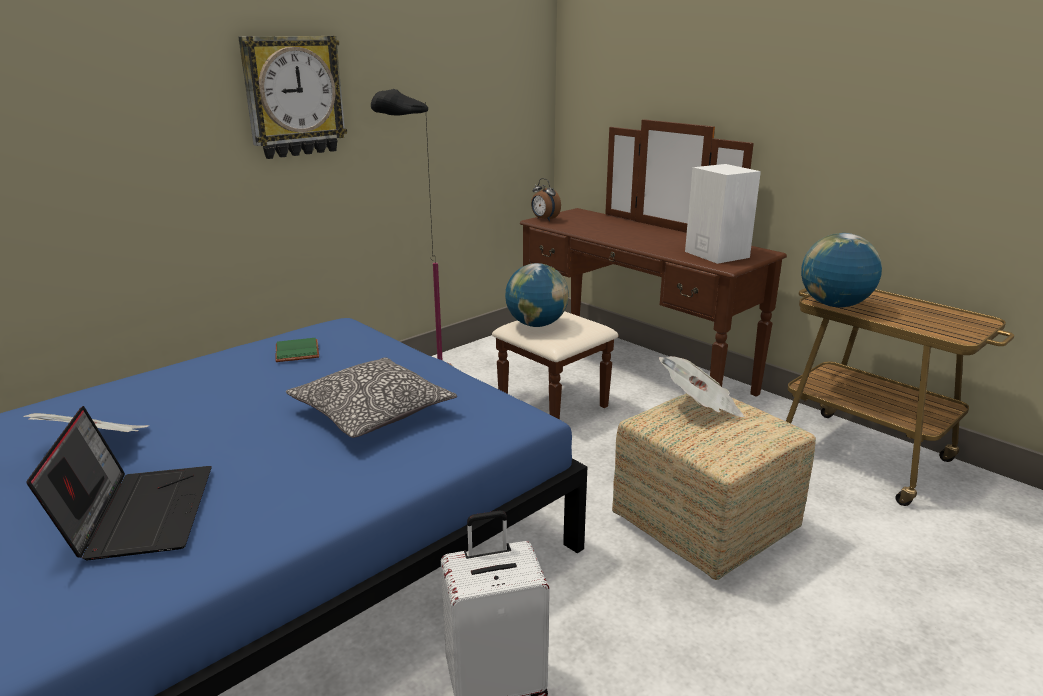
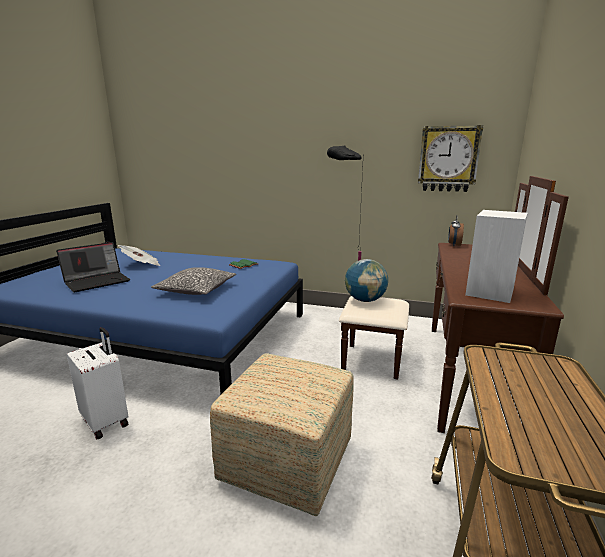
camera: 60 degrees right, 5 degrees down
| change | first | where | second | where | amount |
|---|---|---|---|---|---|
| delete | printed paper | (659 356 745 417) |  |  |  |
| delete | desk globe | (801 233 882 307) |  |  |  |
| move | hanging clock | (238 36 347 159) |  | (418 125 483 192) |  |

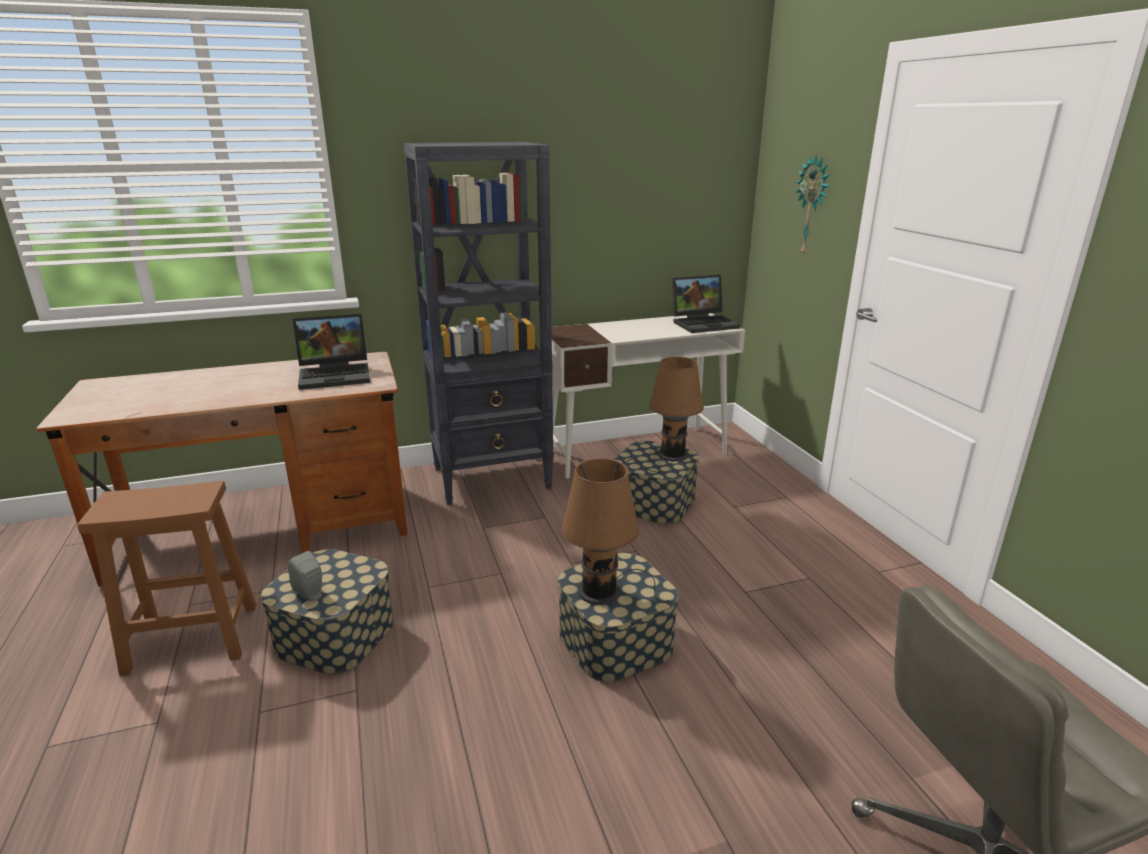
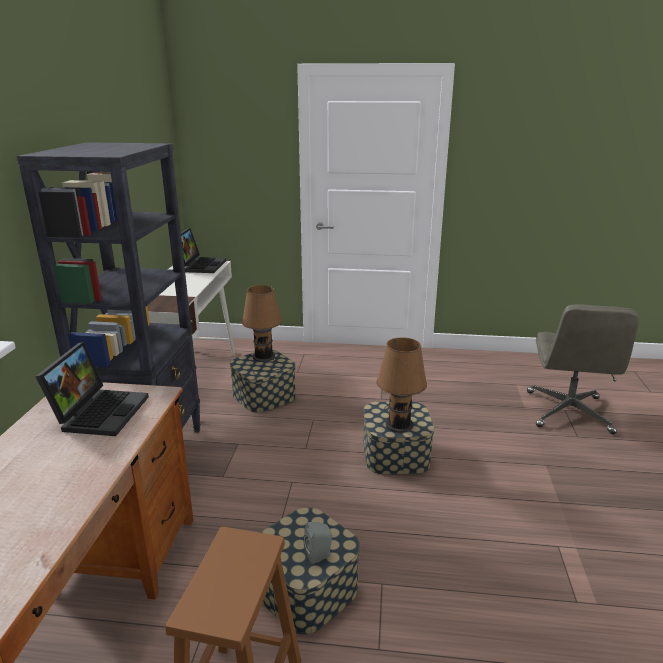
camera: 65 degrees left, 0 degrees up
| change | first | where | second | where | amount |
|---|---|---|---|---|---|
| delete | hanging clock | (796 154 830 257) |  |  |  |

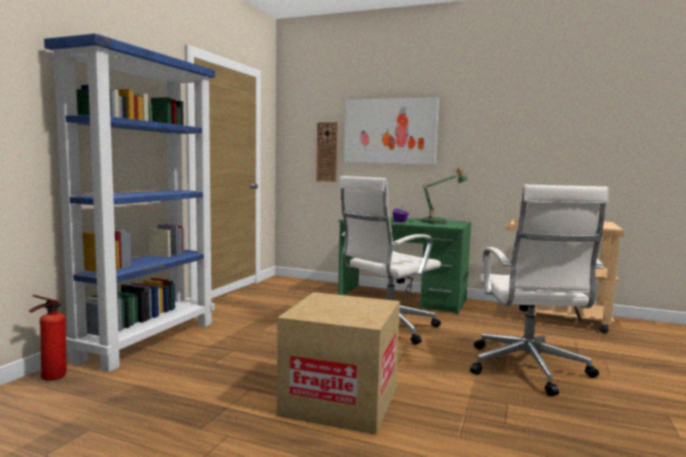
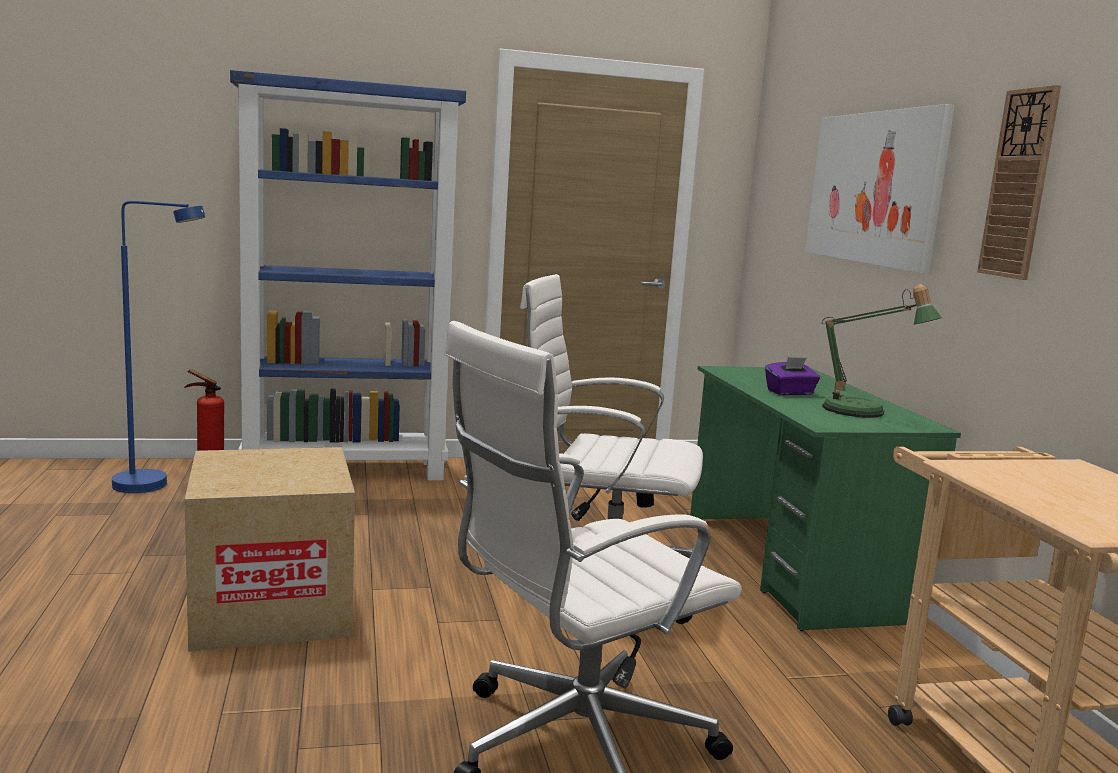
camera: 55 degrees right, 5 degrees up
| change | first | where | second | where | amount |
|---|---|---|---|---|---|
| insert |  |  | standard lamp (blue-coloured) | (112 201 205 493) |  |
| move | hanging clock | (316 122 338 182) |  | (977 85 1061 280) |  |

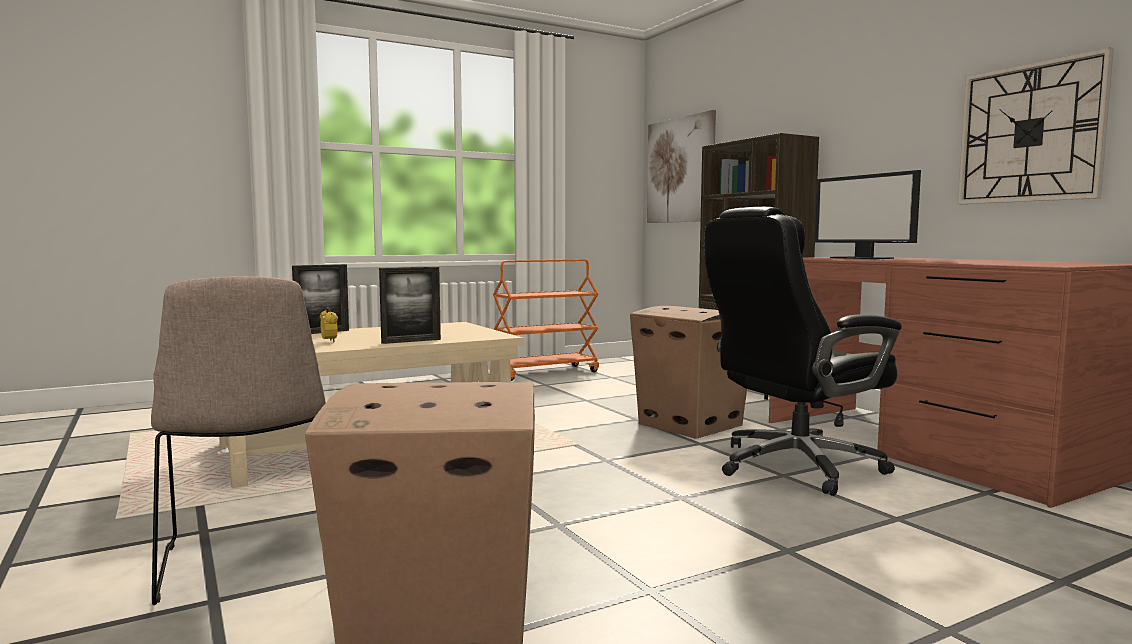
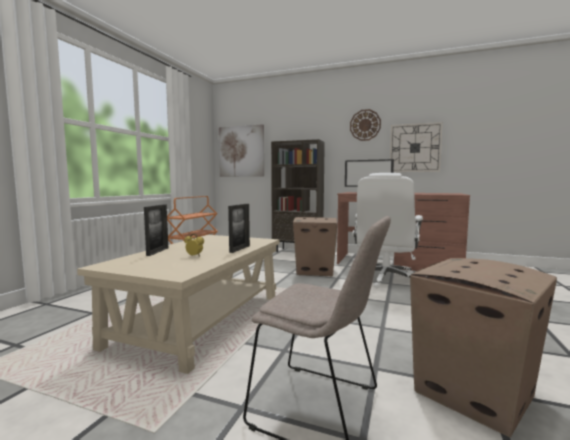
camera: 40 degrees left, 0 degrees up
| change | first | where | second | where | amount |
|---|---|---|---|---|---|
| insert |  |  | hanging clock | (350 109 381 141) |  |
| recolor | desk chair (black) | (704 207 902 496) | desk chair (whitish) | (353 173 423 289) |  |

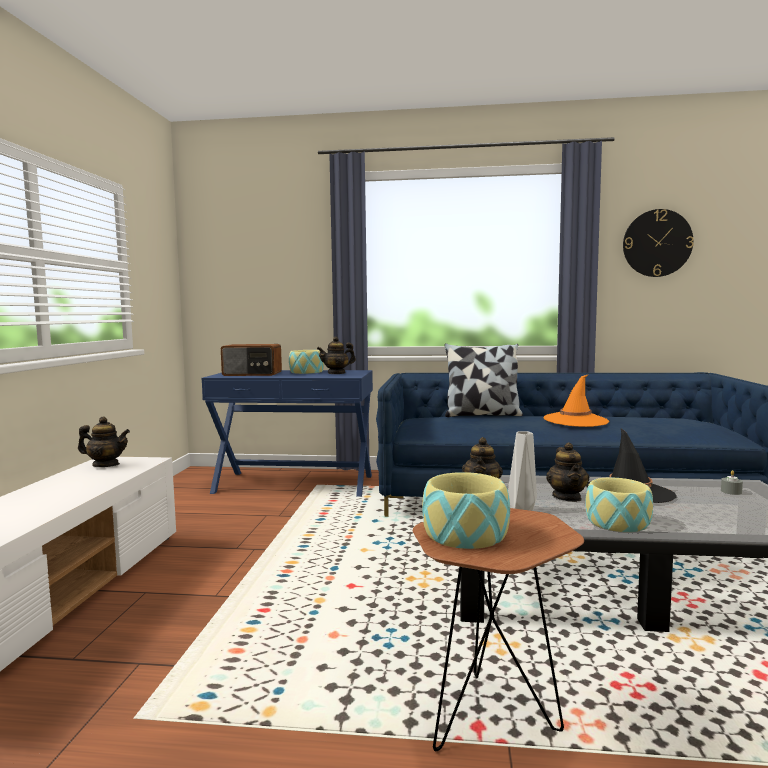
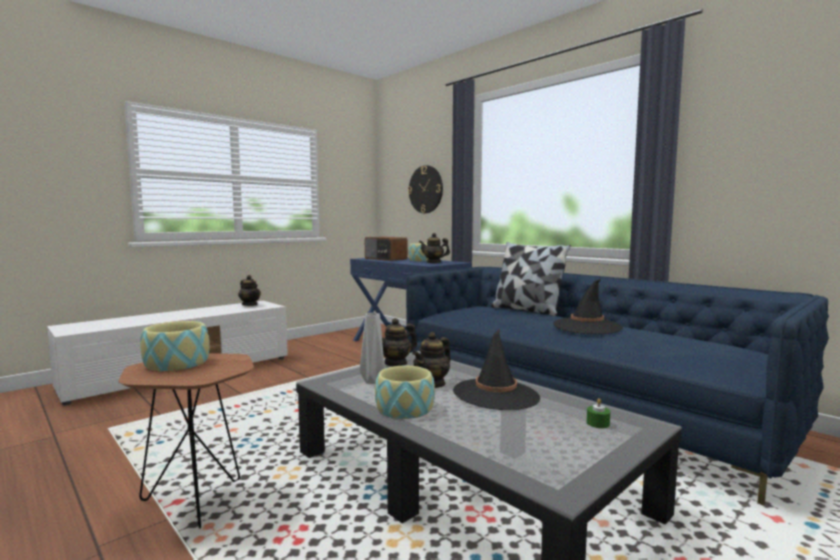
camera: 40 degrees right, 0 degrees up
| change | first | where | second | where | amount |
|---|---|---|---|---|---|
| move | hanging clock | (623 209 694 277) |  | (408 165 443 213) |  |
| recolor | clothing hat (orange-coloured) | (544 374 609 427) | clothing hat (black) | (553 279 623 334) |  |
| recolor | wax candle (greyish) | (721 470 743 495) | wax candle (greenish) | (586 398 610 428) |  |

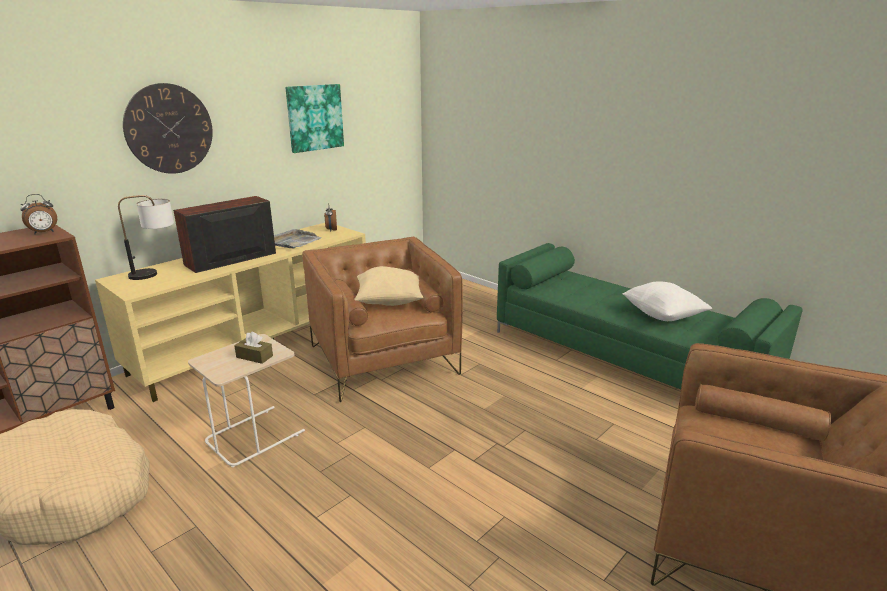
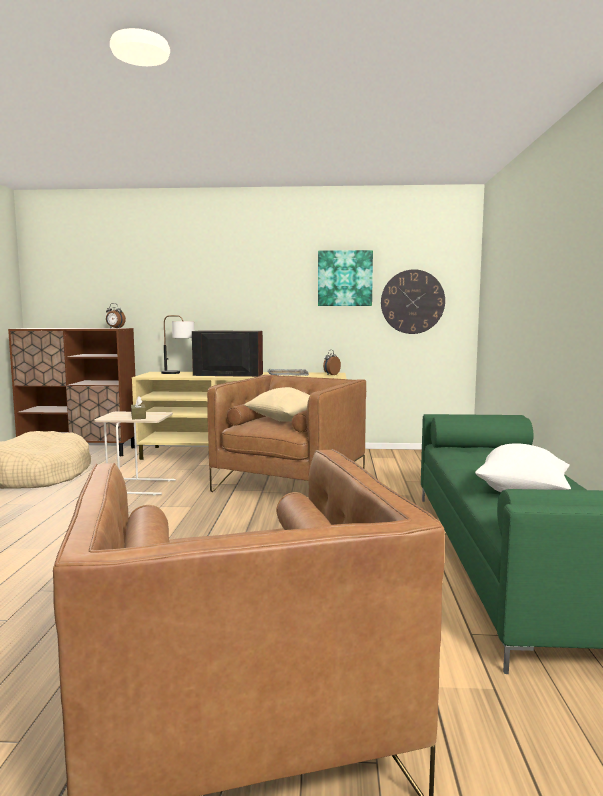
camera: 50 degrees right, 15 degrees down
| change | first | where | second | where | amount |
|---|---|---|---|---|---|
| move | hanging clock | (123 83 213 174) |  | (381 269 445 334) |  |

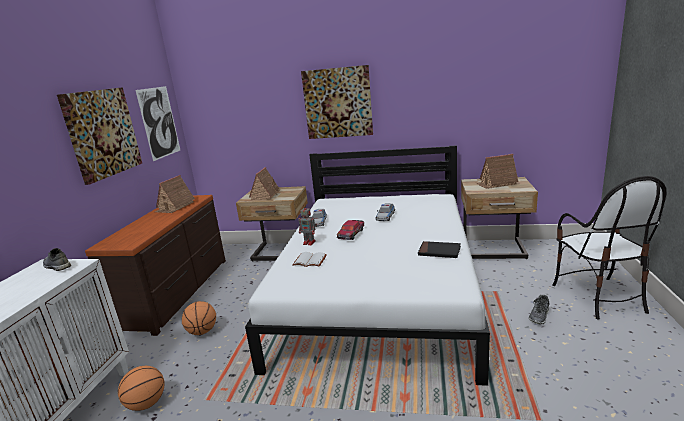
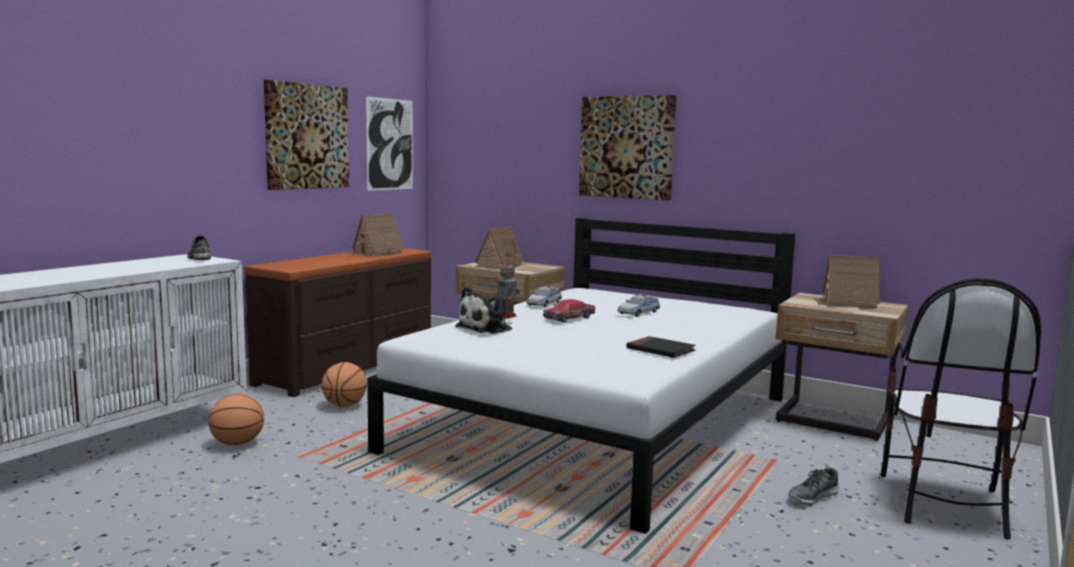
camera: 20 degrees right, 10 degrees down
| change | first | where | second | where | amount |
|---|---|---|---|---|---|
| replace | book (whitish) | (292 252 327 267) | plush toy | (455 286 512 334) |  |

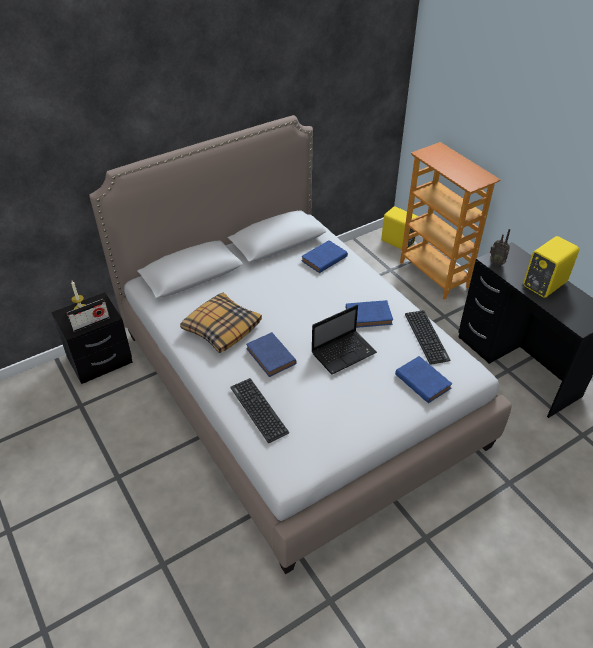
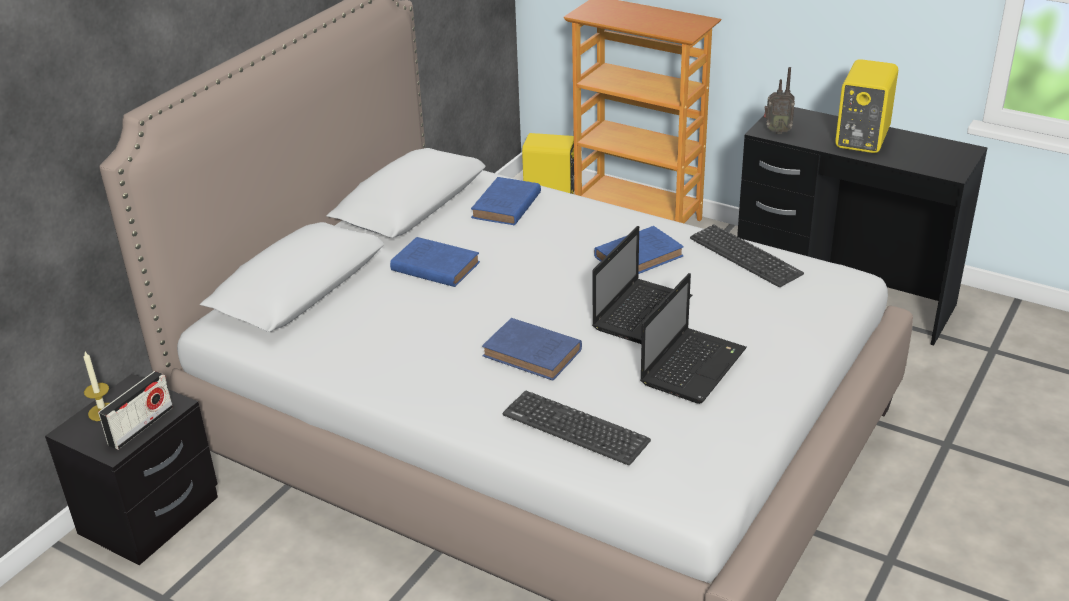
camera: 25 degrees left, 10 degrees down
| change | first | where | second | where | amount |
|---|---|---|---|---|---|
| delete | throw pillow | (180 293 262 353) |  |  |  |
| insert |  |  | portable computer | (640 273 747 404) |  |
| move | book (blue-coloured) | (395 356 452 403) |  | (390 237 480 287) |  |

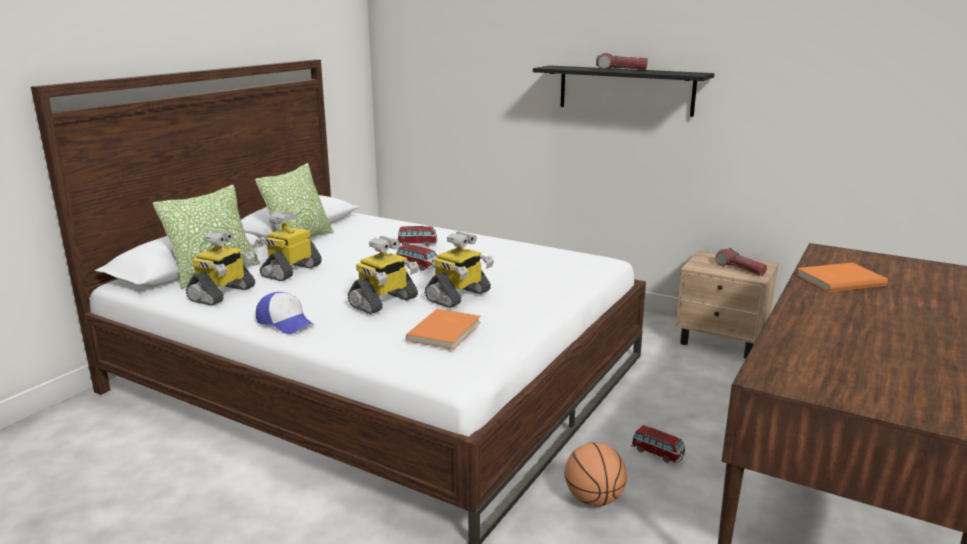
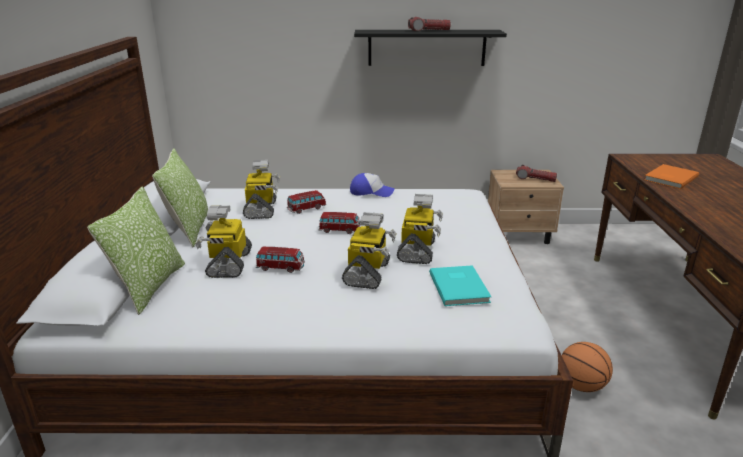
camera: 30 degrees left, 5 degrees up
| change | first | where | second | where | amount |
|---|---|---|---|---|---|
| move | robot figure | (186 230 255 306) |  | (243 160 280 219) |  |
| move | cap | (256 292 313 334) |  | (350 173 395 197) |  |
| move | model car | (631 425 686 463) |  | (255 246 305 273) |  |
| recolor | book (orange-coloured) | (406 309 481 350) | book (blue-green) | (429 265 491 306) |  |

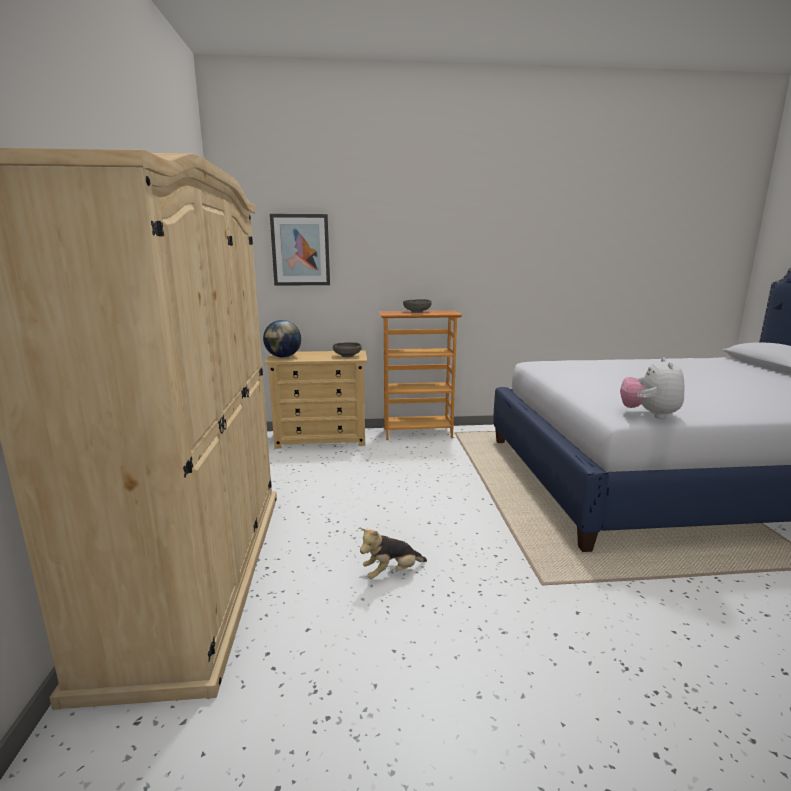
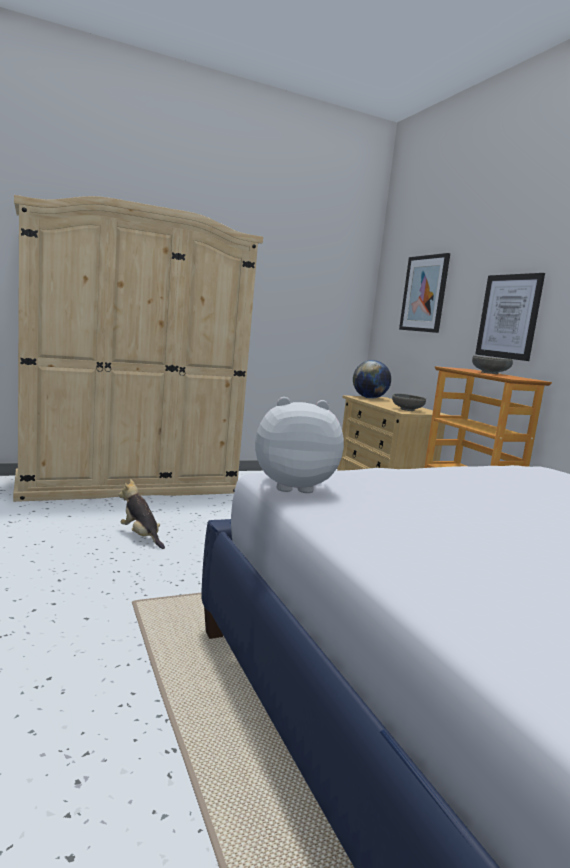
camera: 70 degrees right, 5 degrees down
| change | first | where | second | where | amount |
|---|---|---|---|---|---|
| insert |  |  | picture | (475 273 545 361) |  |

